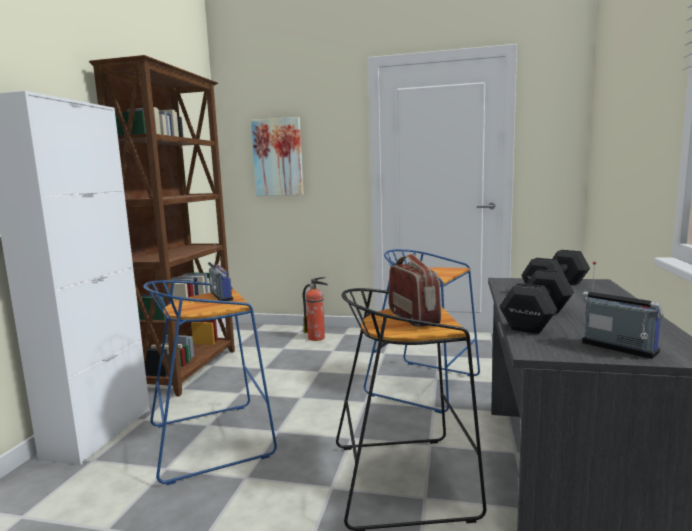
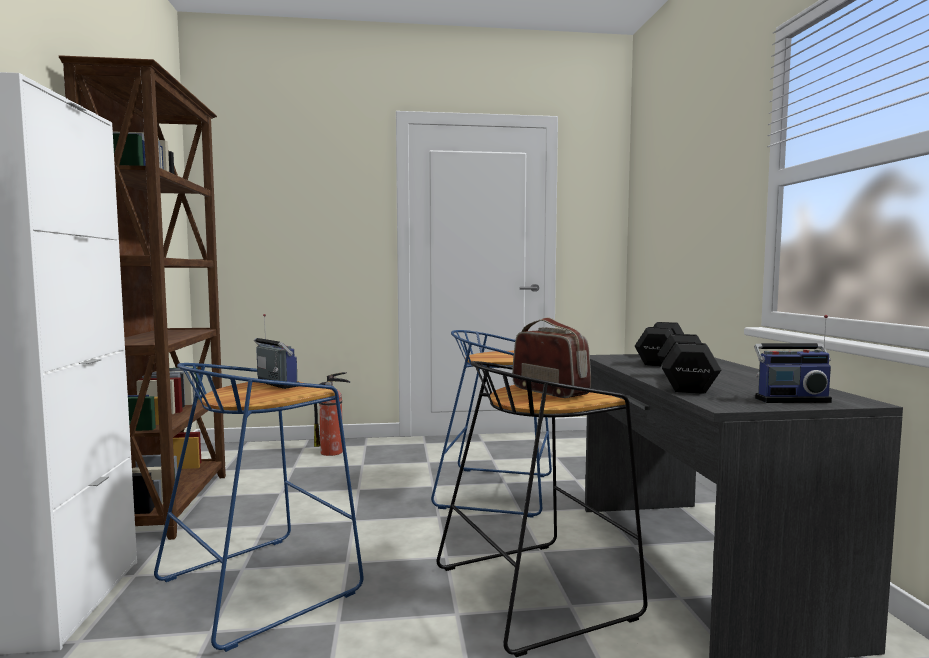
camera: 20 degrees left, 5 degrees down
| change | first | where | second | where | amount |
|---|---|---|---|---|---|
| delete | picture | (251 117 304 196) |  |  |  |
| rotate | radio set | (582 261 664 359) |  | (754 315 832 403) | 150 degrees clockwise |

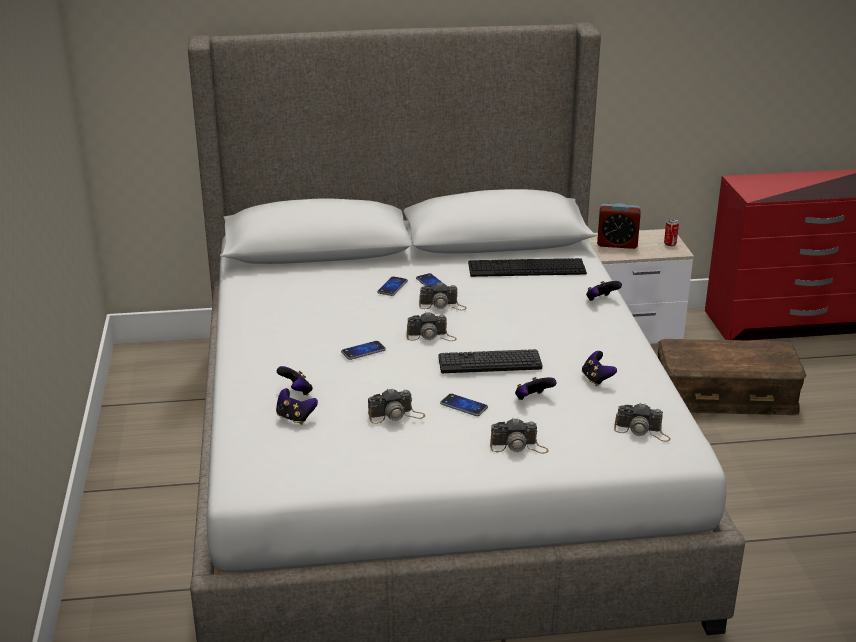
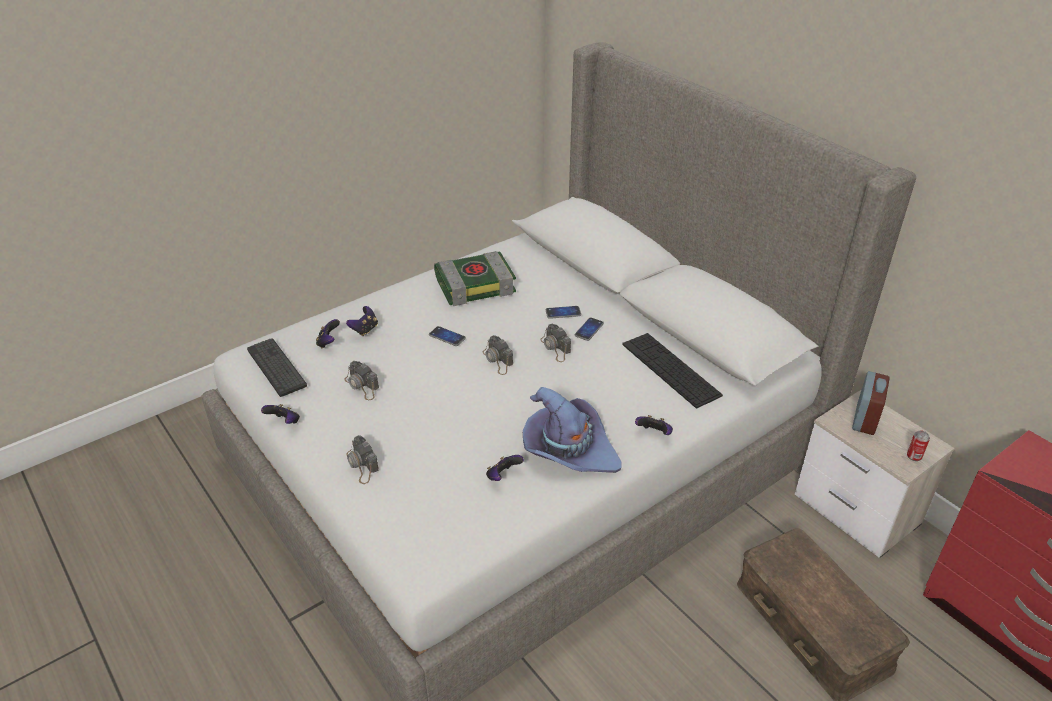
camera: 60 degrees right, 10 degrees up
| change | first | where | second | where | amount |
|---|---|---|---|---|---|
| delete | phone | (440 394 488 416) |  |  |  |
| delete | still camera | (614 403 671 442) |  |  |  |
| insert |  |  | book | (434 251 516 306) |  |
| insert |  |  | clothing hat (purple) | (523 387 622 473) |  |
| move | PC keyboard | (439 349 542 373) |  | (247 338 307 397) |  |
| move | gamepad | (515 377 556 400) |  | (261 404 300 424) |  |
| rotate | table clock | (597 203 641 249) |  | (852 371 890 435) | 135 degrees counterclockwise |

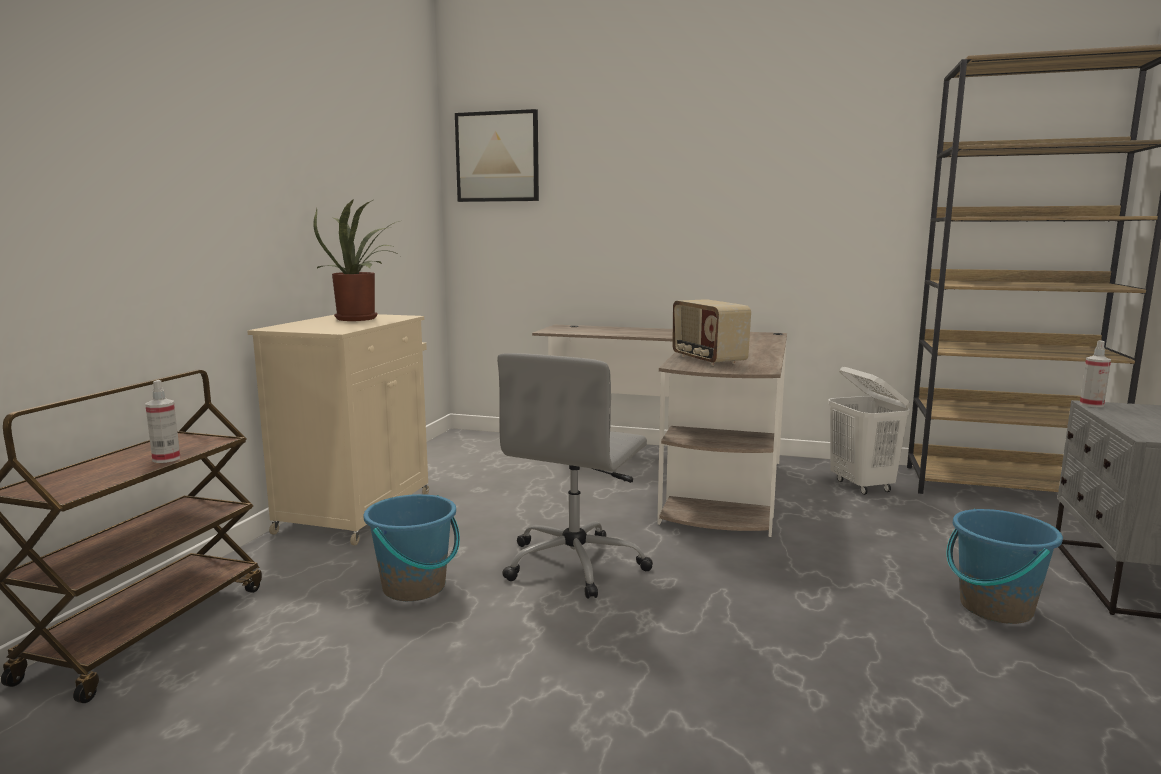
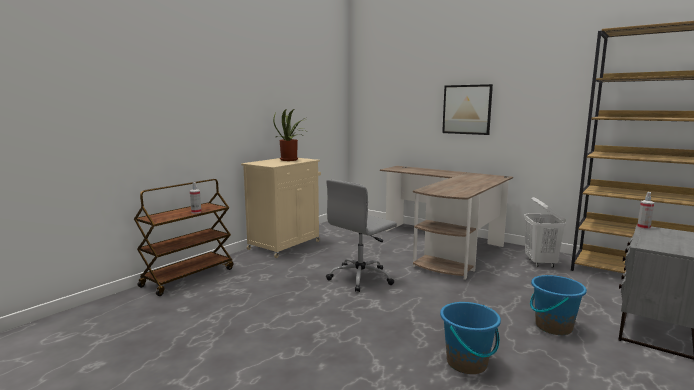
camera: 20 degrees right, 0 degrees up
| change | first | where | second | where | amount |
|---|---|---|---|---|---|
| delete | radio set | (672 299 751 366) |  |  |  |
| move | water bucket (blue-coloured) | (363 494 460 601) |  | (440 302 501 374) |  |
| move | picture | (455 109 539 202) |  | (442 84 493 135) |  |

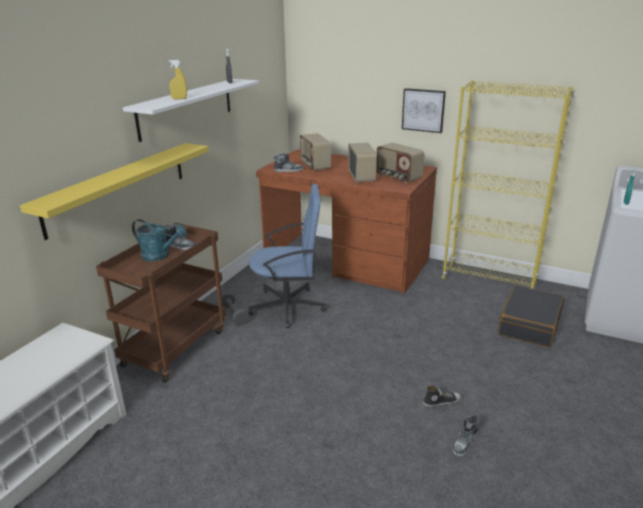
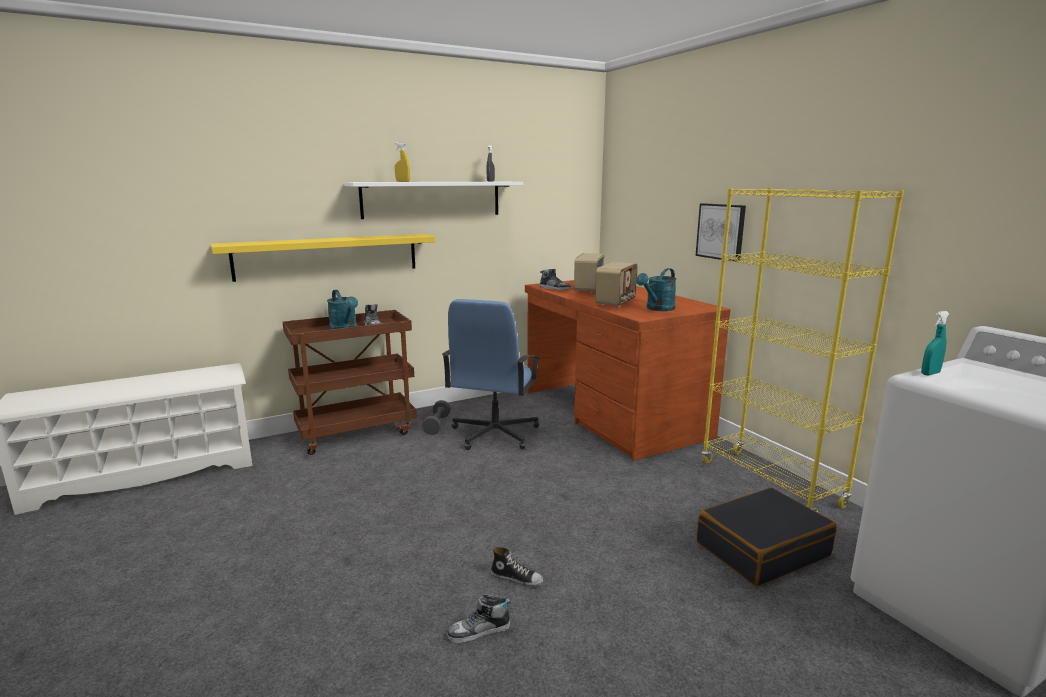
camera: 35 degrees right, 10 degrees down
| change | first | where | second | where | amount |
|---|---|---|---|---|---|
| replace | radio set | (376 143 425 183) | watering pot (blue-green) | (636 268 676 311) |  |
| rotate | desk chair (blue-coloured) | (248 184 326 328) |  | (442 299 540 450) | 75 degrees clockwise |

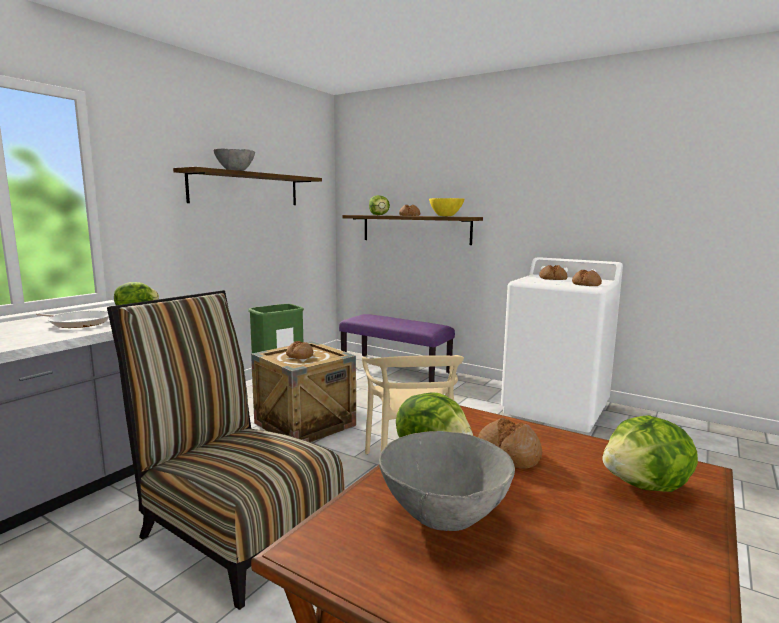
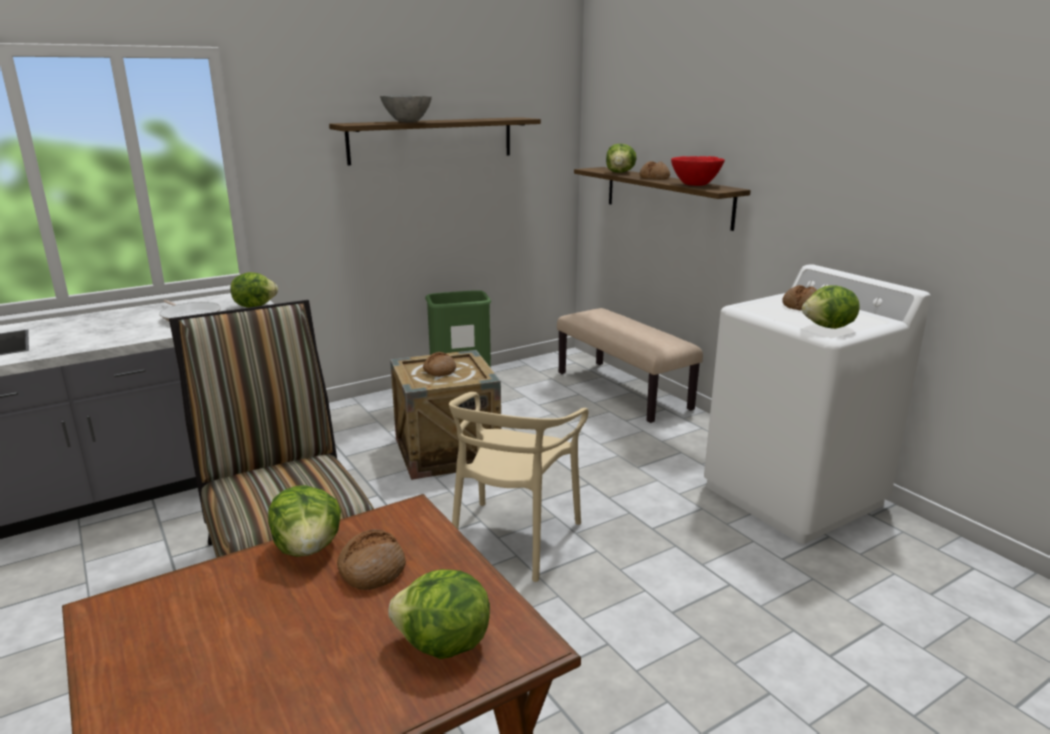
camera: 25 degrees right, 10 degrees up
| change | first | where | second | where | amount |
|---|---|---|---|---|---|
| delete | serving bowl (greyish) | (379 431 515 531) |  |  |  |
| replace | baked bread | (572 270 602 286) | lettuce head | (802 285 860 329) |  |
| recolor | indoor bench (purple) | (339 314 455 382) | indoor bench (beige-coloured) | (557 308 703 423) |  |
| recolor | serving bowl (yellowish) | (429 198 464 216) | serving bowl (reddish) | (671 156 725 186) |  |

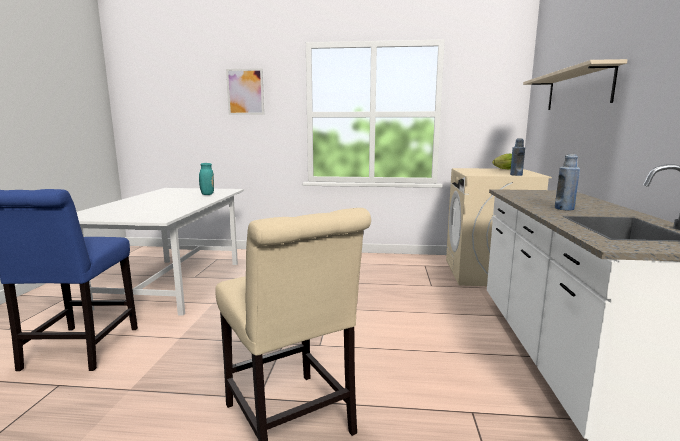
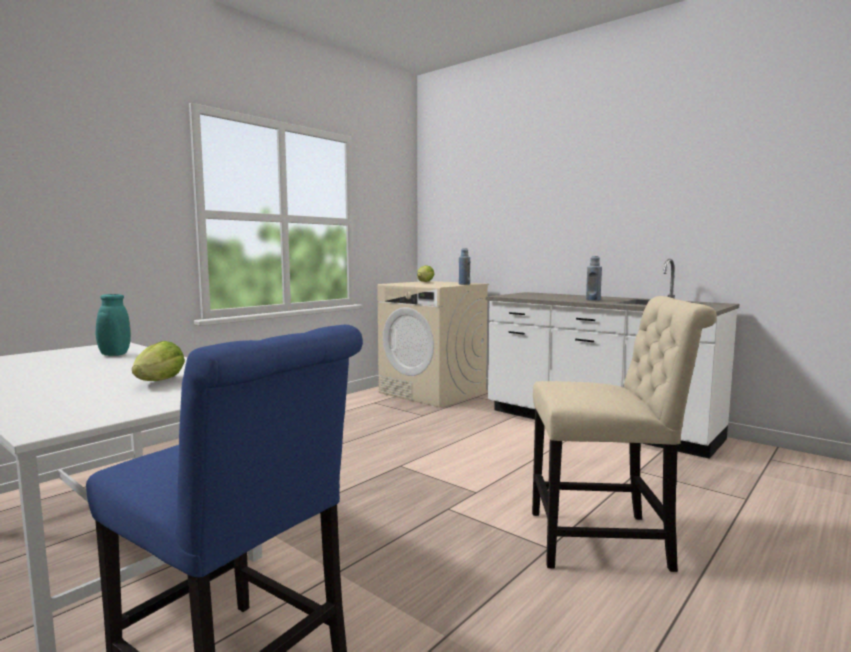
camera: 55 degrees left, 5 degrees down
| change | first | where | second | where | amount |
|---|---|---|---|---|---|
| delete | picture | (226 68 264 115) |  |  |  |
| delete | bracket shelf (beige-coloured) | (523 59 628 110) |  |  |  |
| insert |  |  | lettuce head | (132 341 185 381) |  |

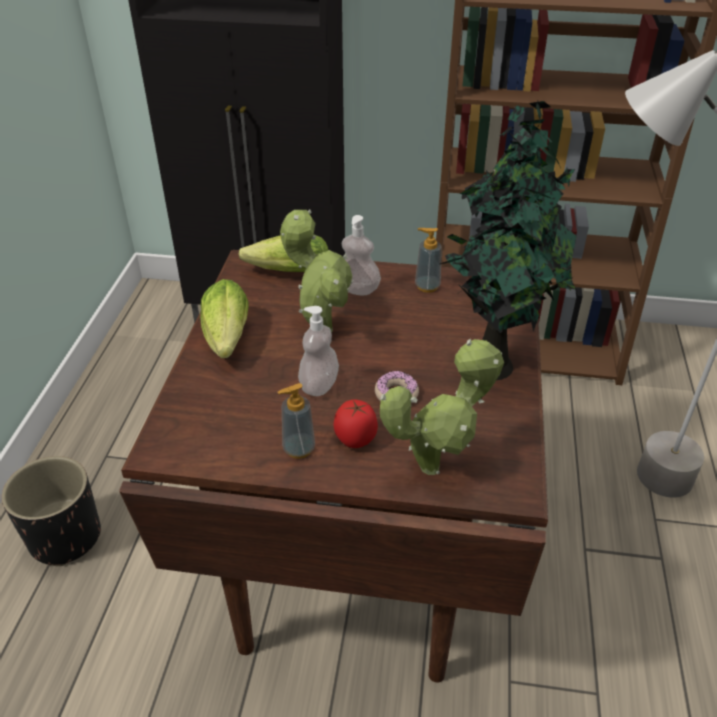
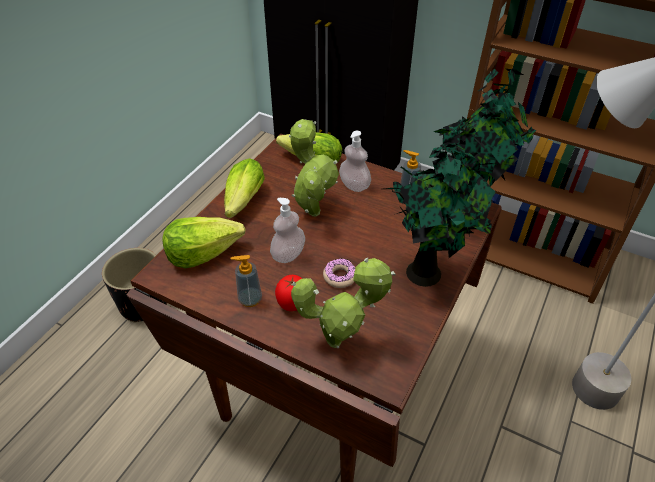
camera: 20 degrees right, 5 degrees up
| change | first | where | second | where | amount |
|---|---|---|---|---|---|
| insert |  |  | lettuce head | (162 217 246 269) |  |

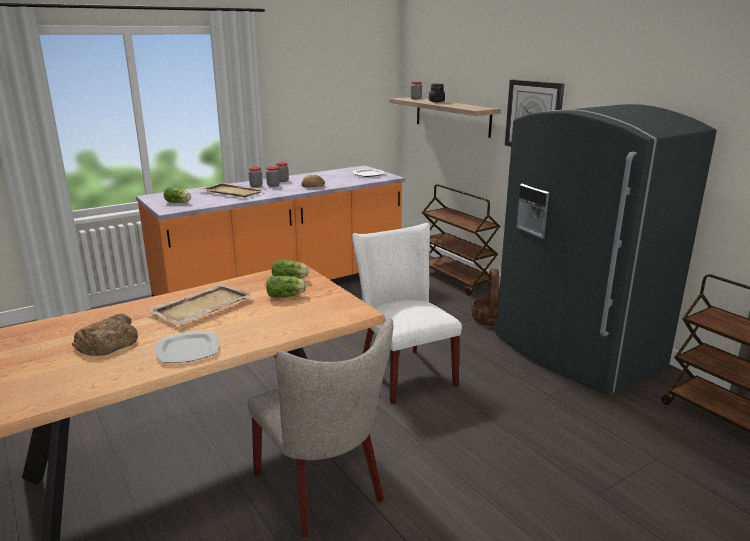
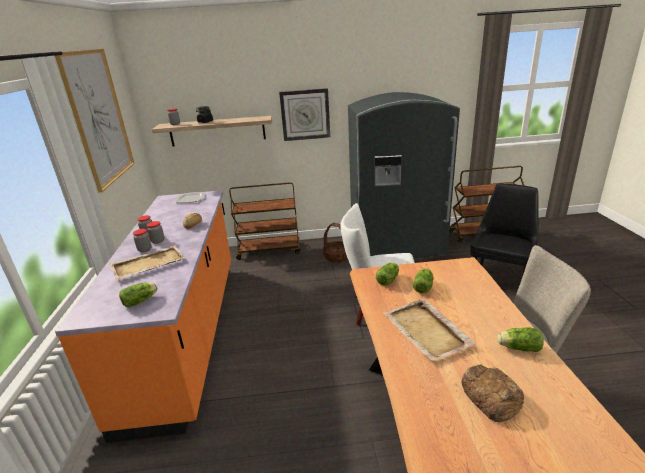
camera: 60 degrees left, 5 degrees up
| change | first | where | second | where | amount |
|---|---|---|---|---|---|
| insert |  |  | picture | (55 49 135 193) |  |
| insert |  |  | upright chair (black) | (470 184 539 277) |  |
| replace | plate | (155 331 220 363) | lettuce head | (497 328 544 352) |  |

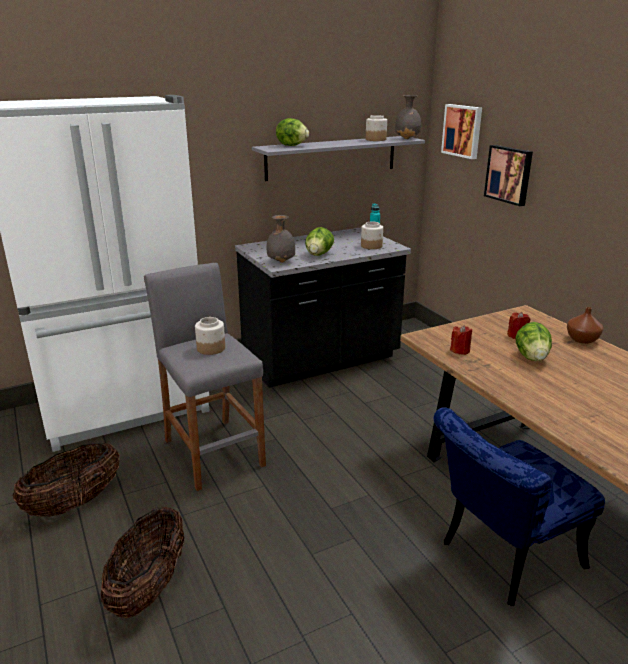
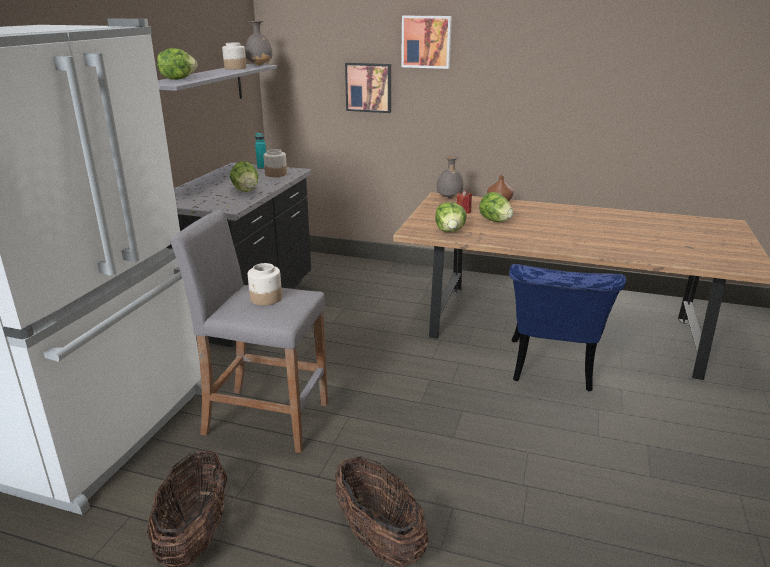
camera: 45 degrees left, 0 degrees up
| change | first | where | second | where | amount |
|---|---|---|---|---|---|
| move | flower vase (greyish) | (266 215 295 262) |  | (436 155 463 199) |  |
| move | picture | (441 104 482 159) |  | (401 16 452 69) |  |
| replace | wax candle (reddish) | (450 325 472 355) | lettuce head | (435 202 467 232) |  |

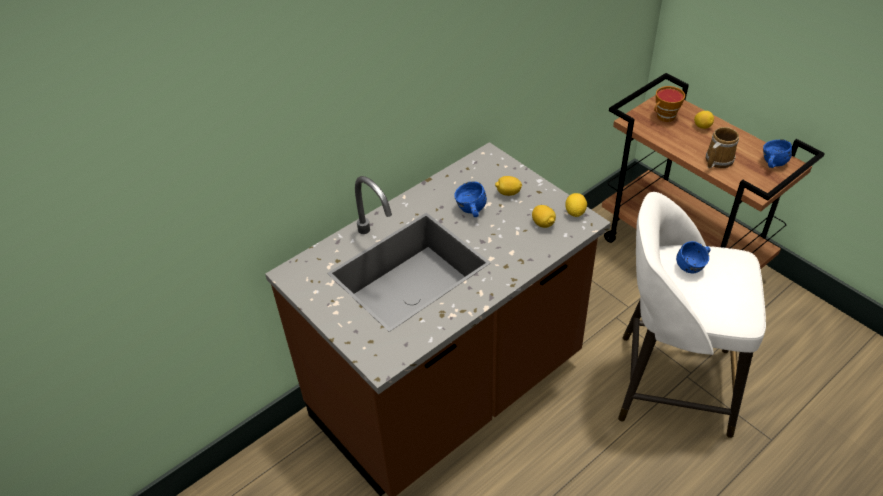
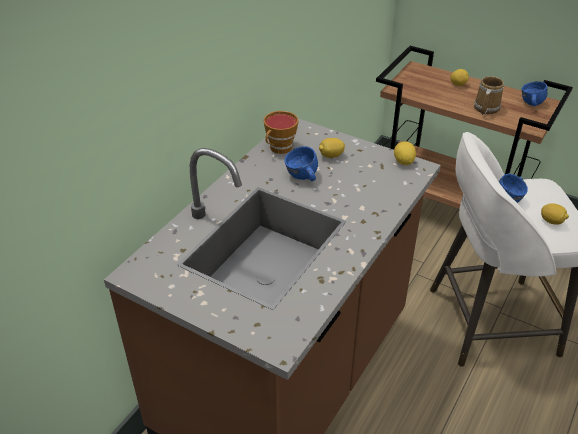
camera: 20 degrees left, 5 degrees down
| change | first | where | second | where | amount |
|---|---|---|---|---|---|
| move | whole lemon | (532 205 556 228) |  | (541 203 569 225) |  |
| move | drinking cup | (654 86 685 122) |  | (263 111 299 154) |  |

